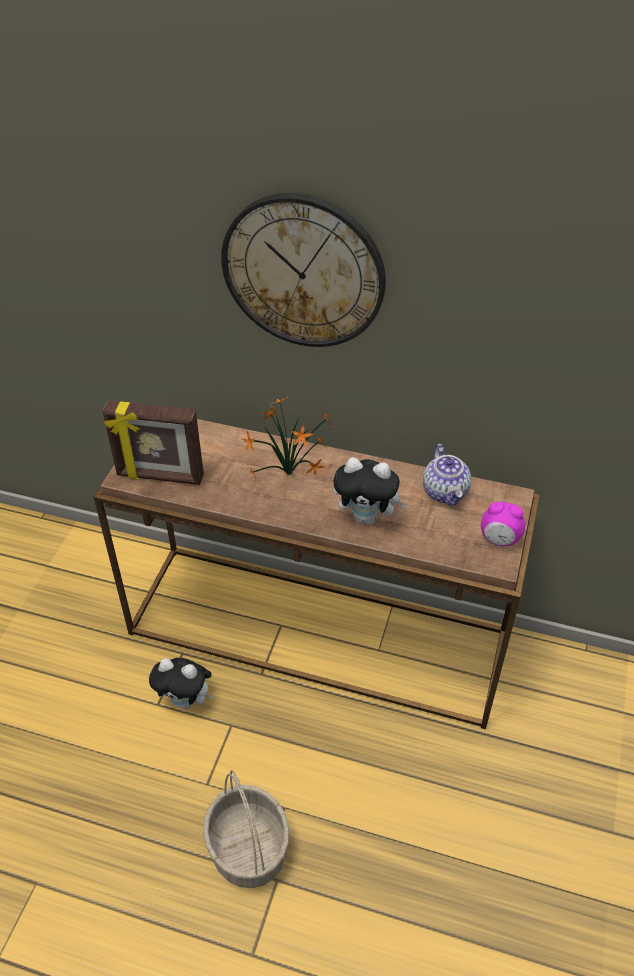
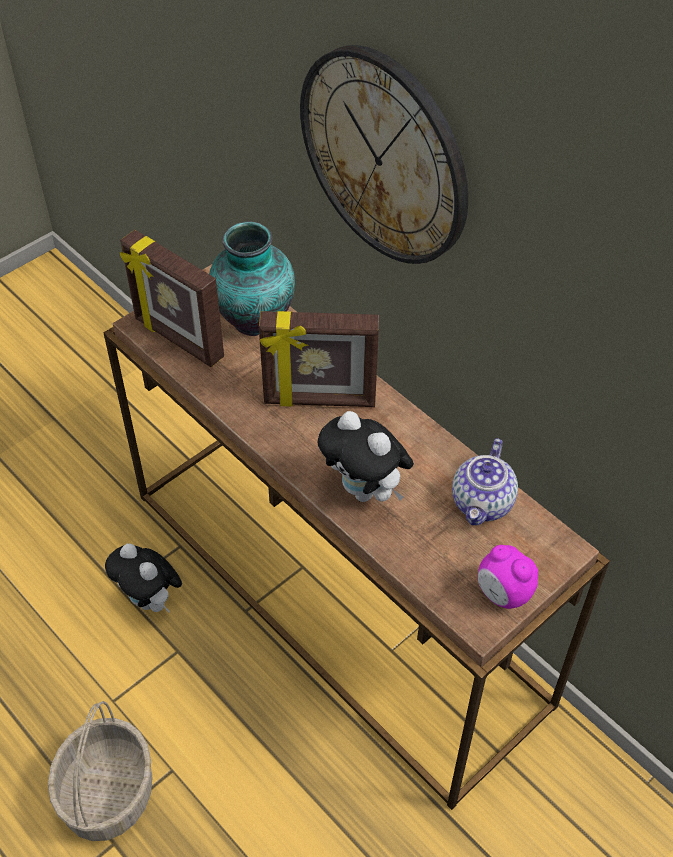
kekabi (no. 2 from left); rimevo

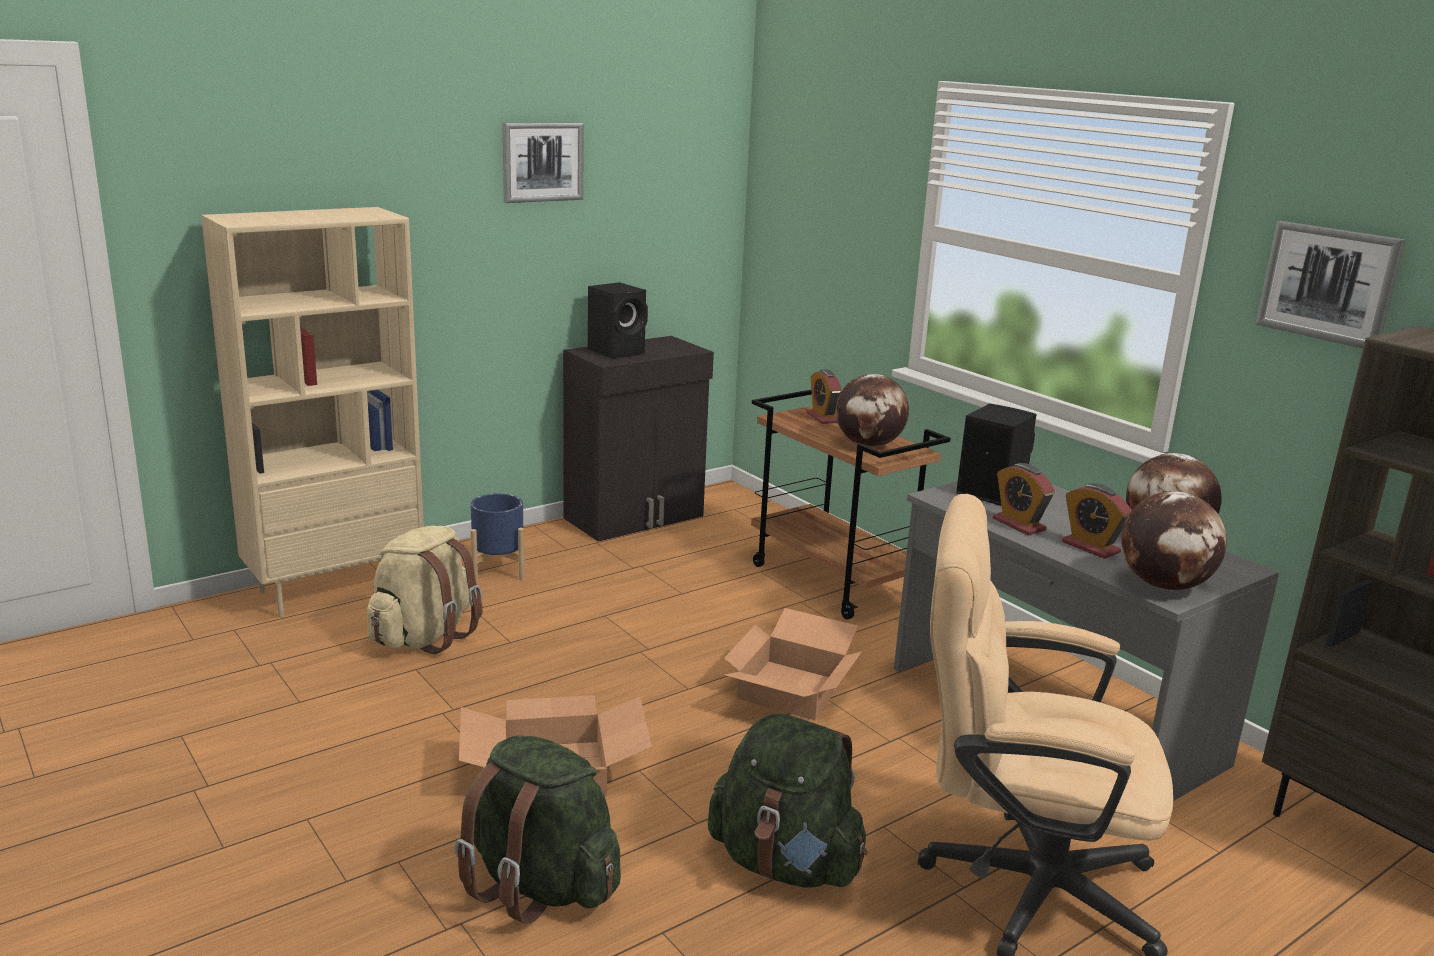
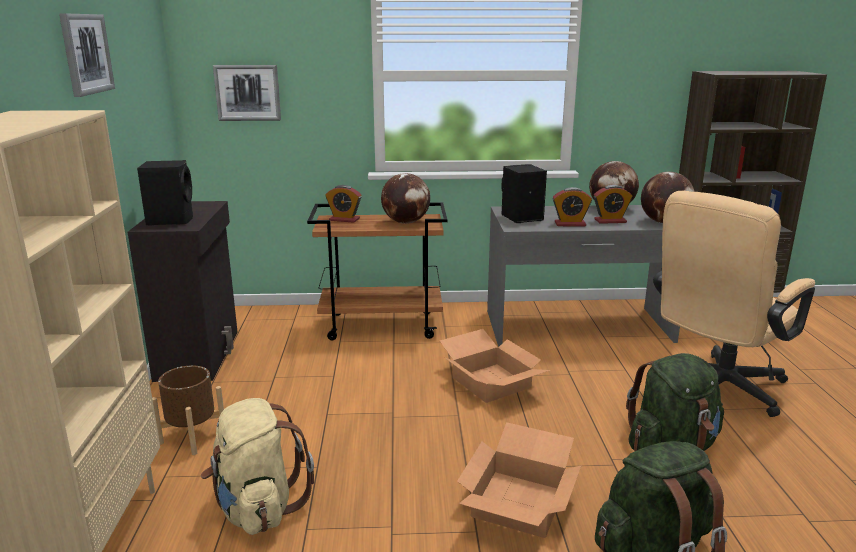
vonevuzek (no. 2 from left); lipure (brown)

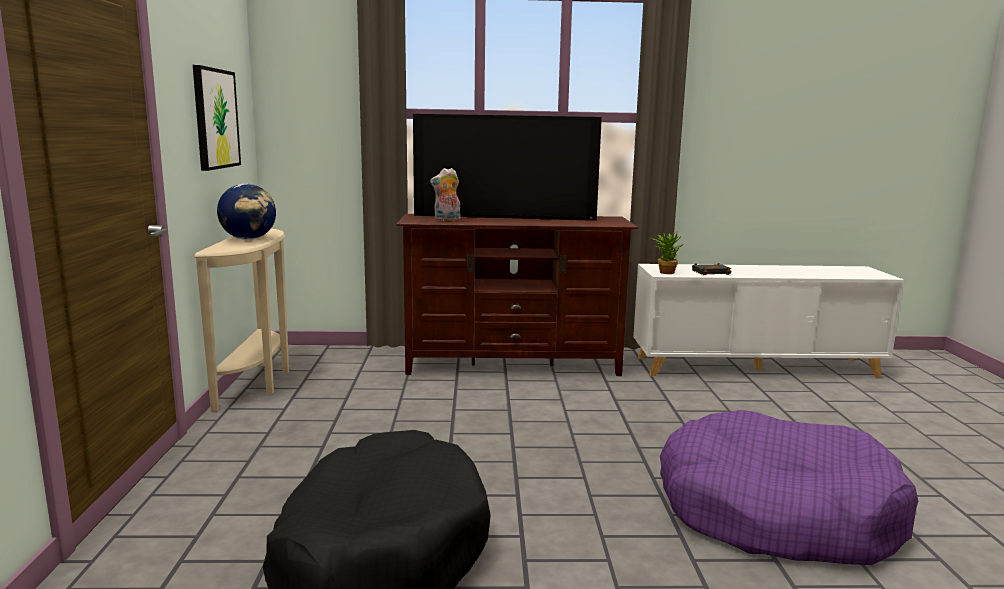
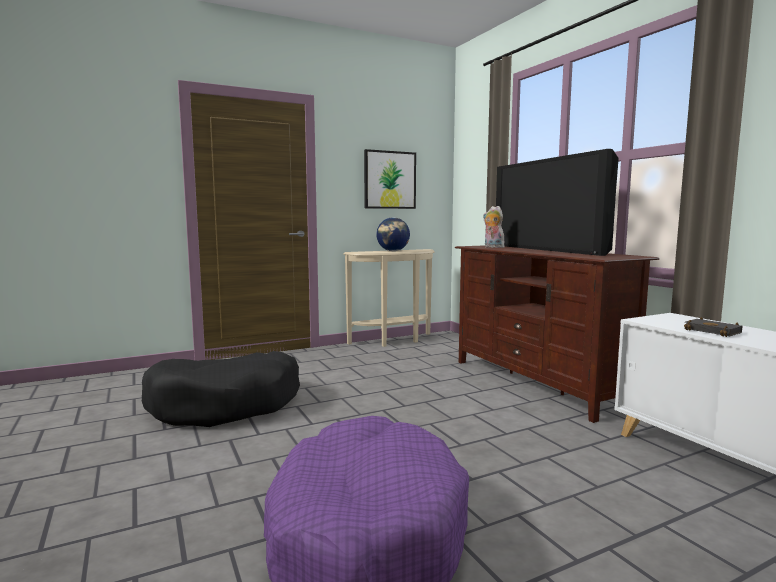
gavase

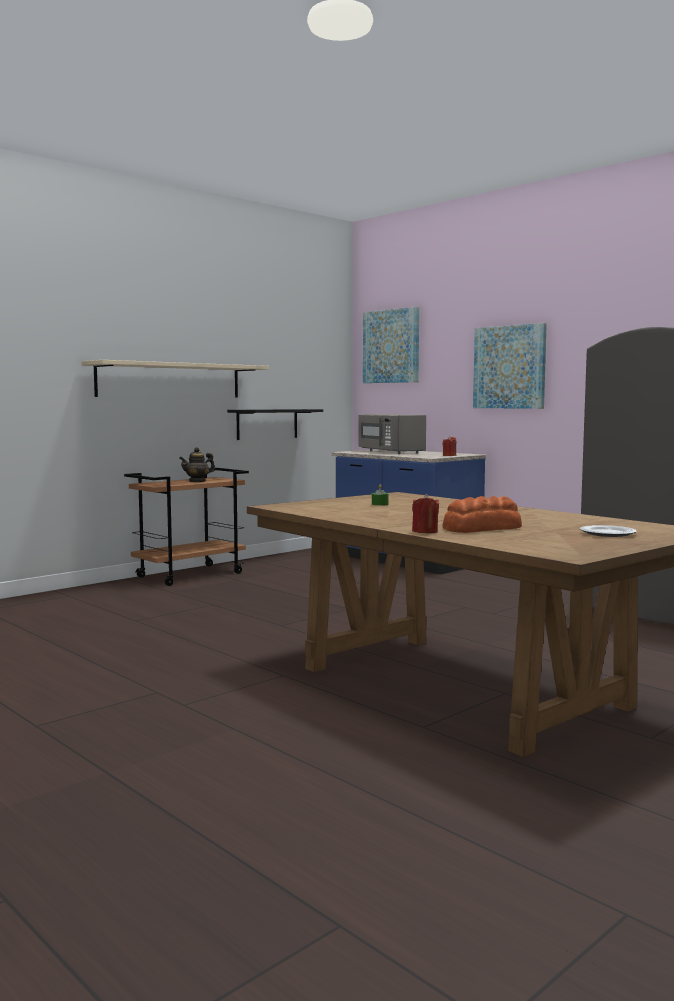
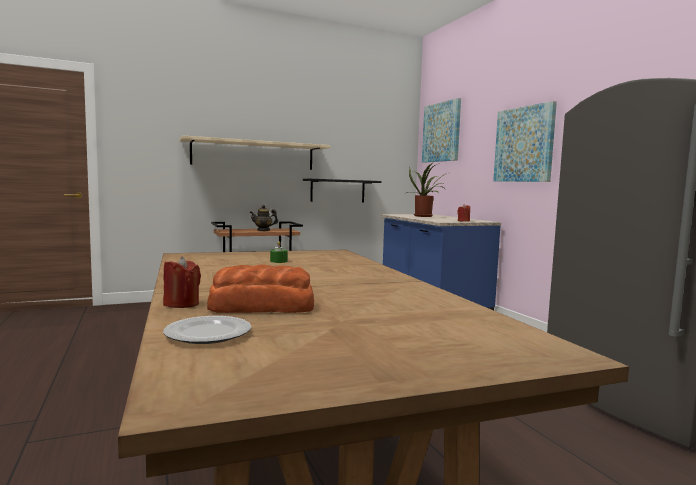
gavase; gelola

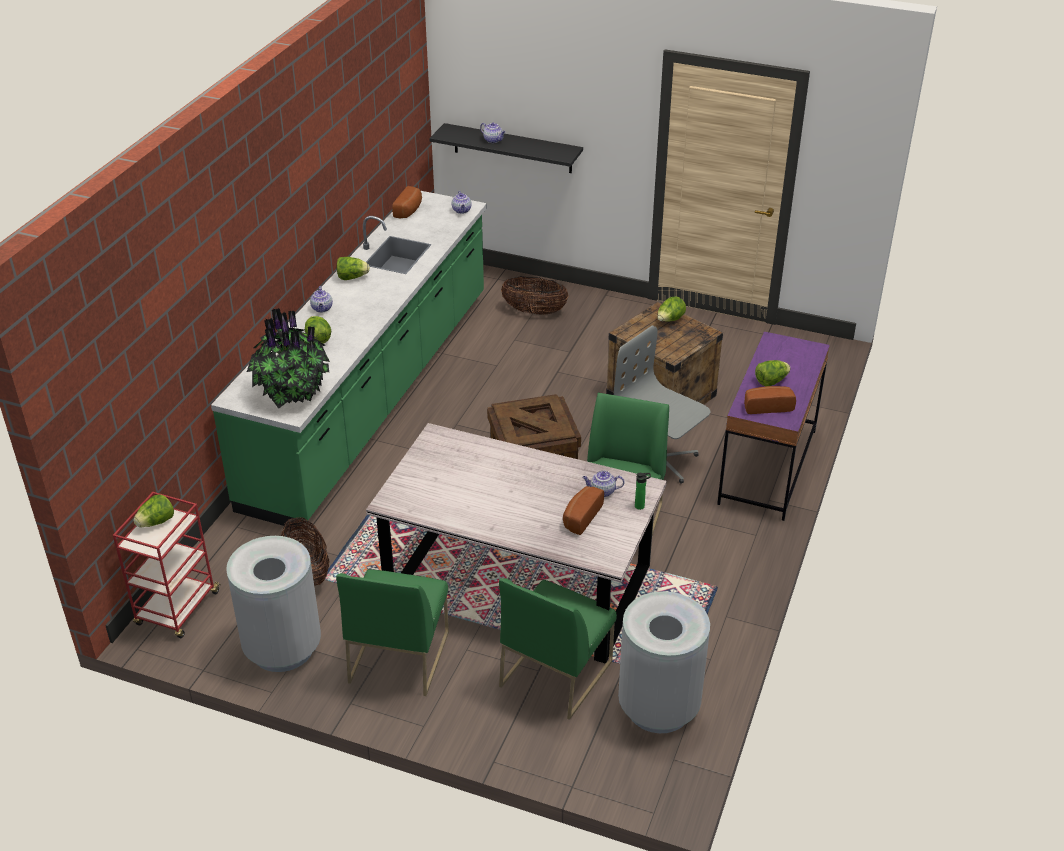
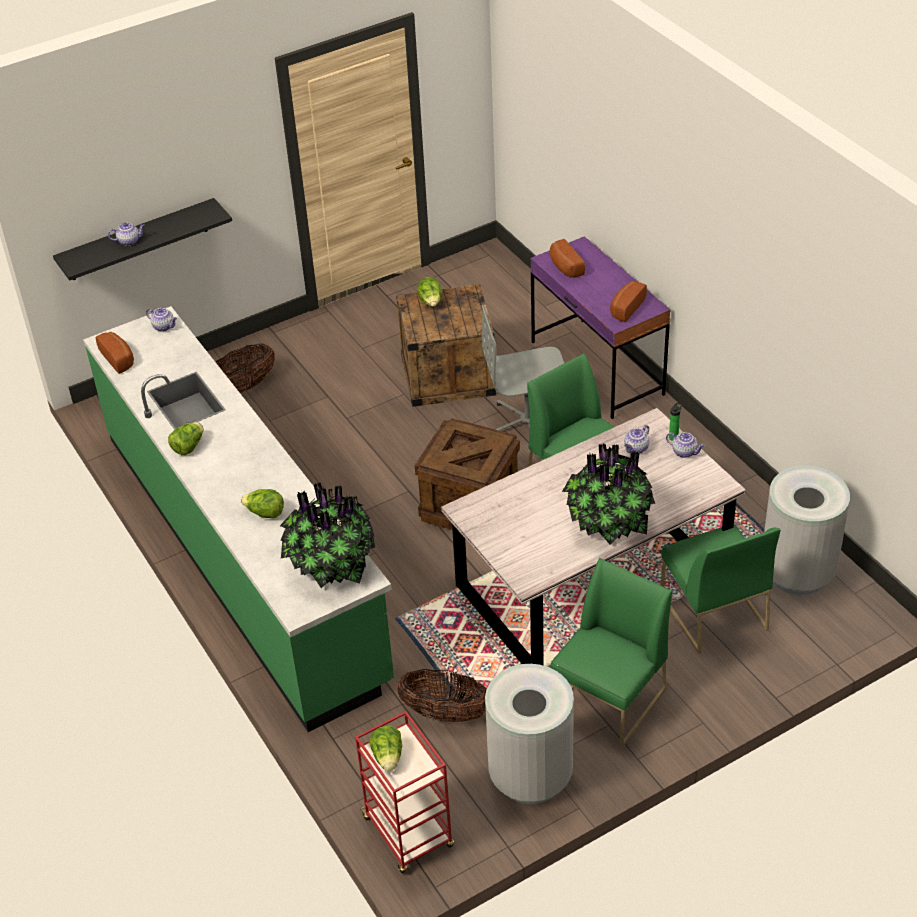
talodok (no. 4 from left); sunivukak (no. 5 from left in the first image); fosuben (no. 2 from left); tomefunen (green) (no. 2 from left); gavase (no. 2 from left)

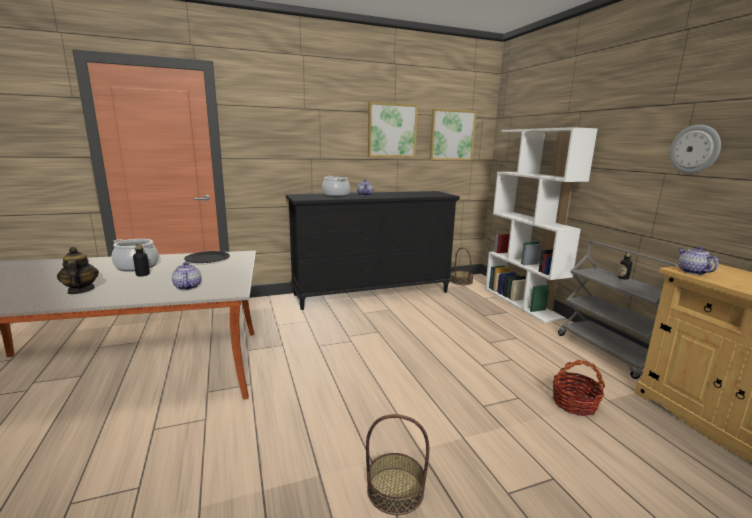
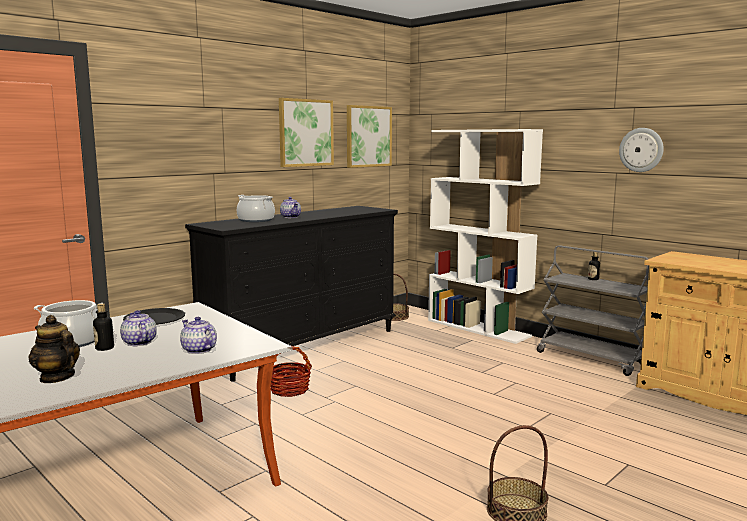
talodok (no. 2 from left); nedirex (no. 1 from left)

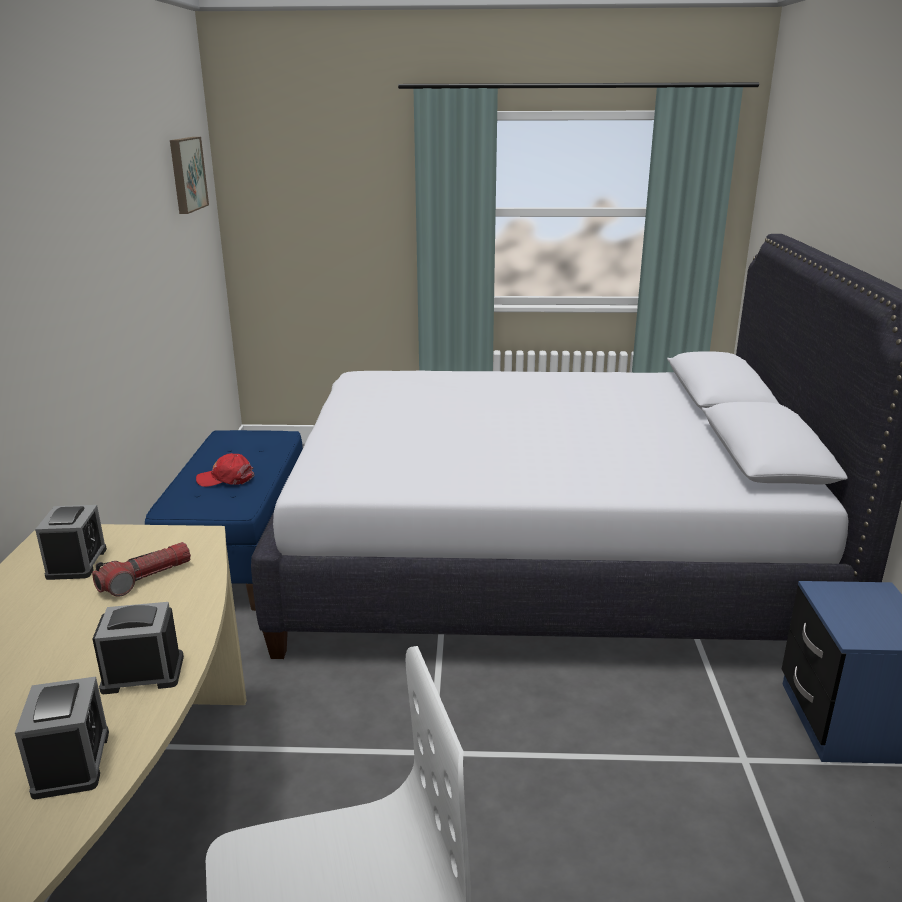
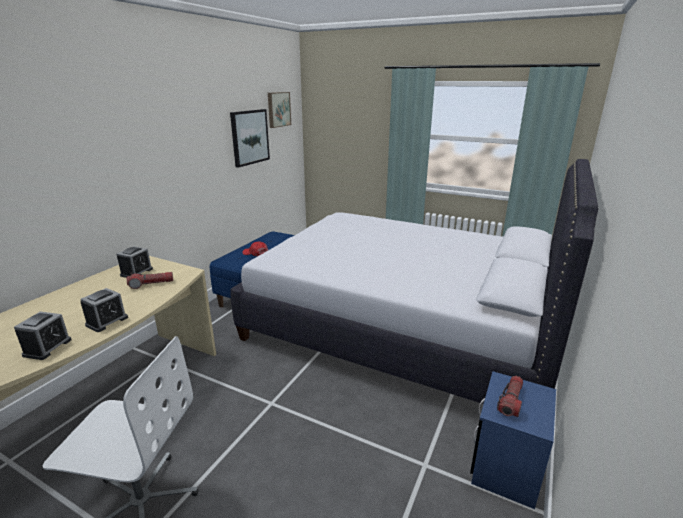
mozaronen (no. 2 from left); vonevuzek (no. 1 from left); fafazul (no. 2 from left)

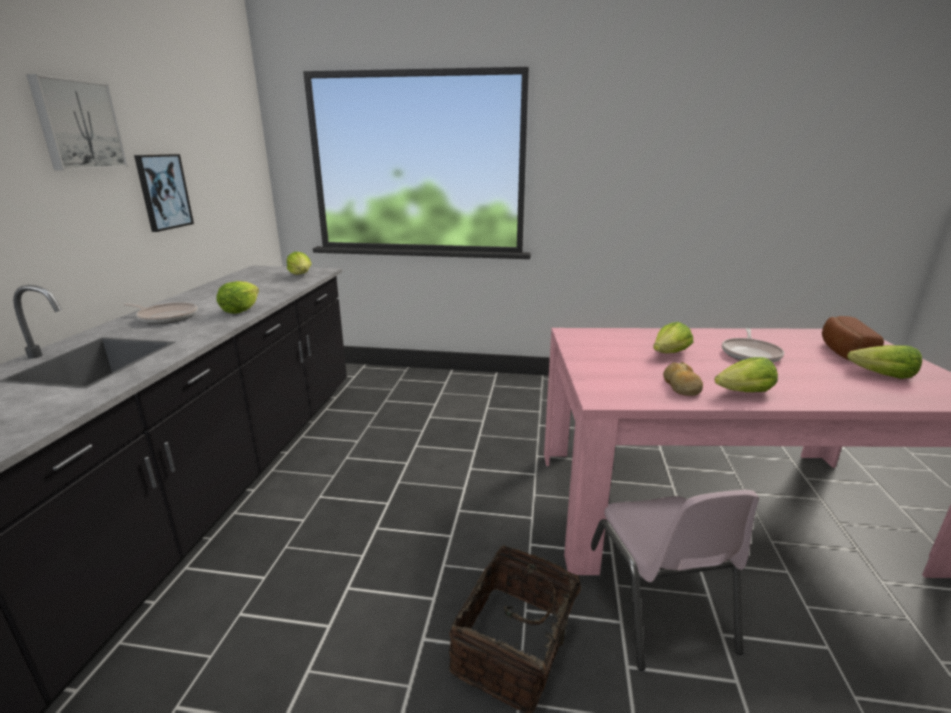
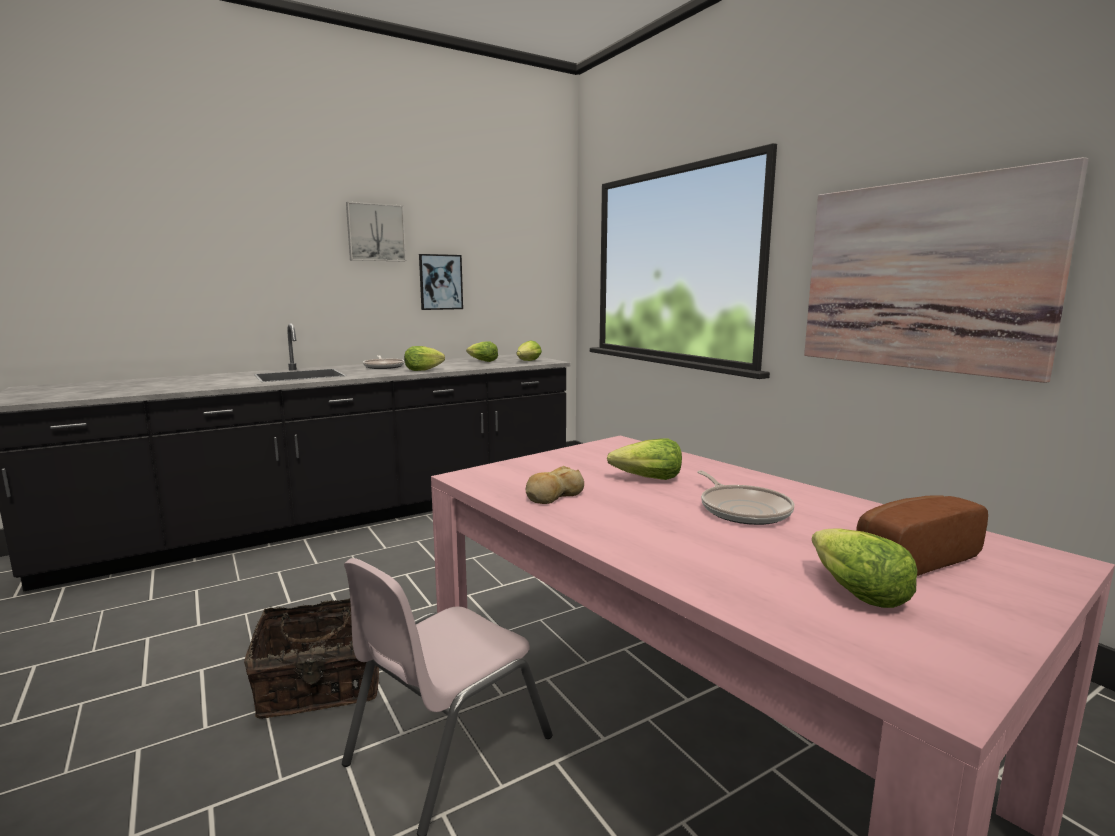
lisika (no. 2 from left); sunivukak (no. 2 from left); vonevuzek (no. 3 from left)

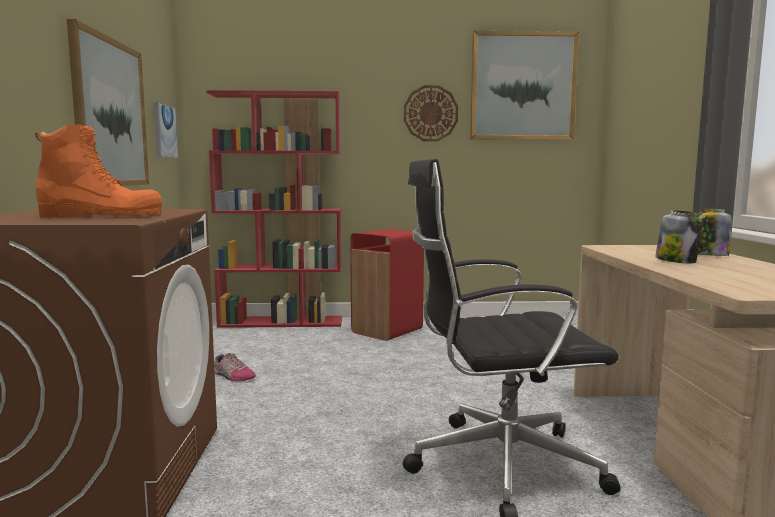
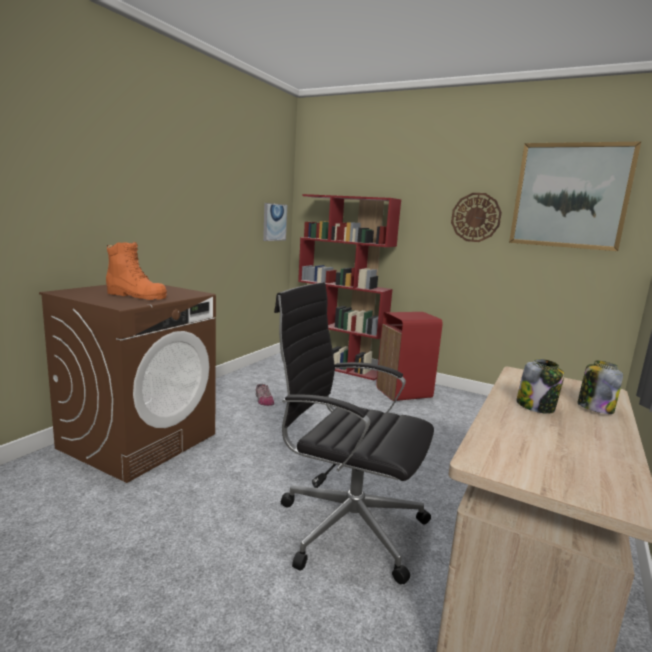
vonevuzek (no. 1 from left in the first image)

